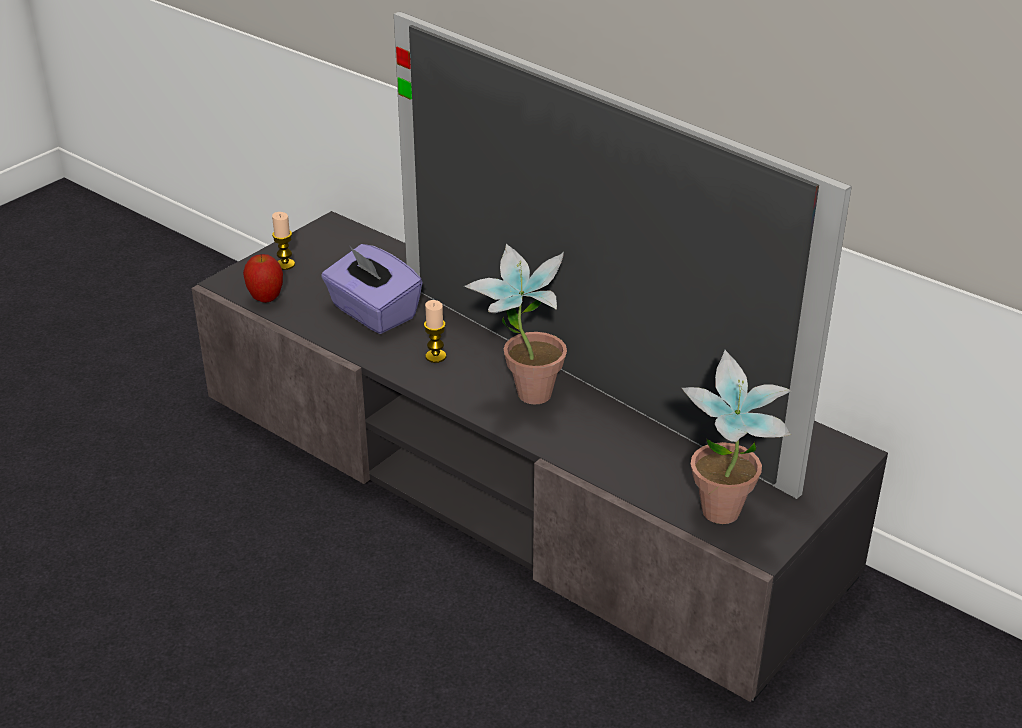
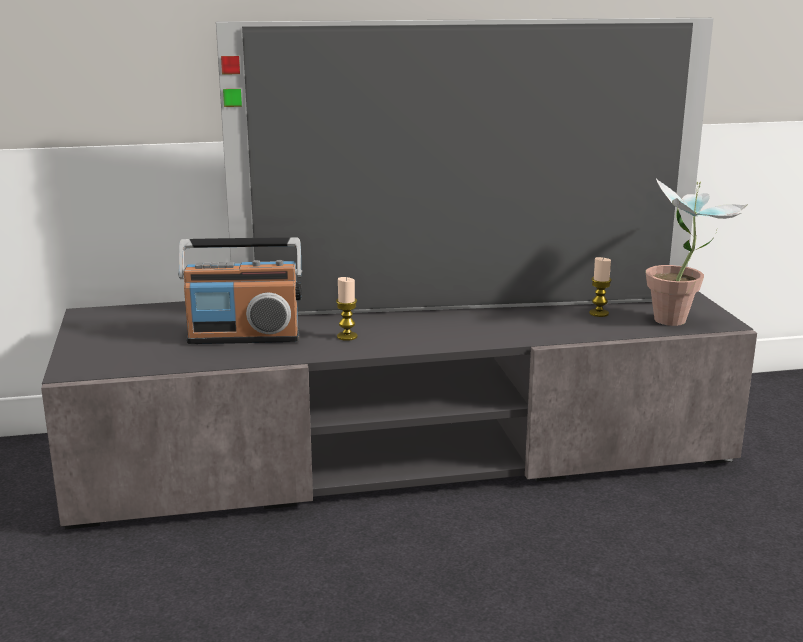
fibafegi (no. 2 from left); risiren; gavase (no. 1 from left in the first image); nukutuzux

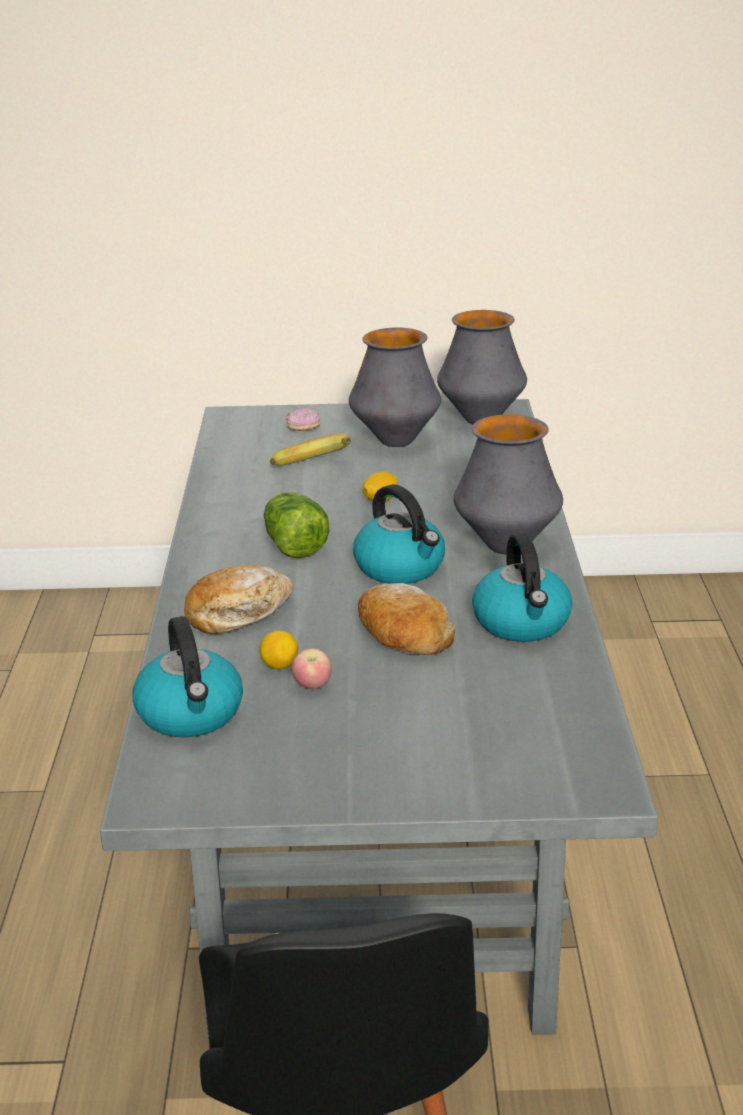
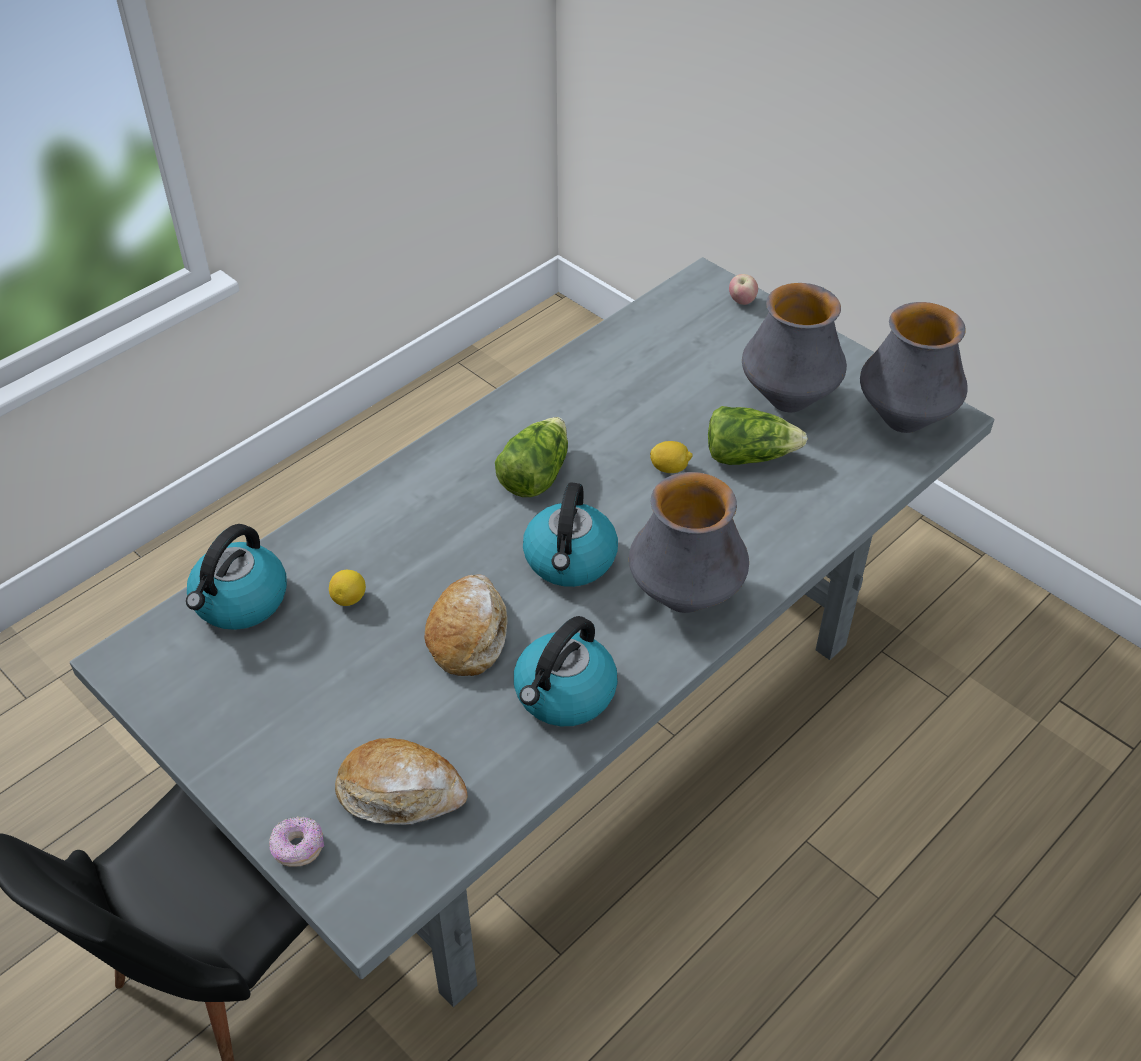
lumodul; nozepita; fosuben (no. 1 from left); nukutuzux; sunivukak (no. 2 from left)

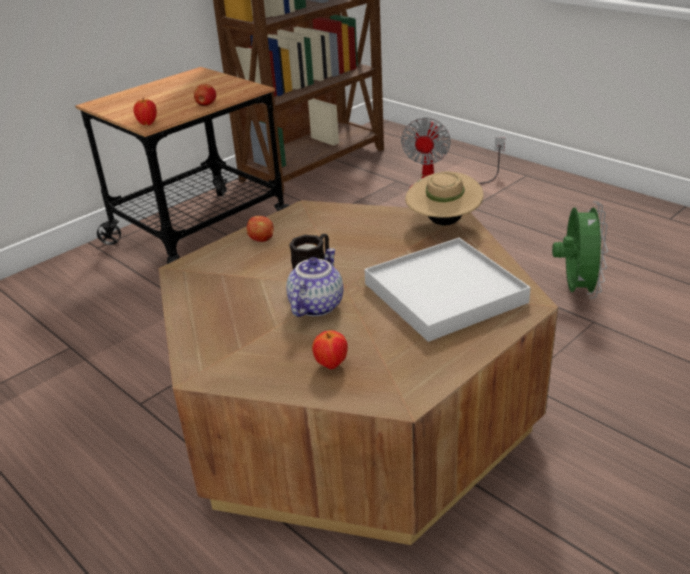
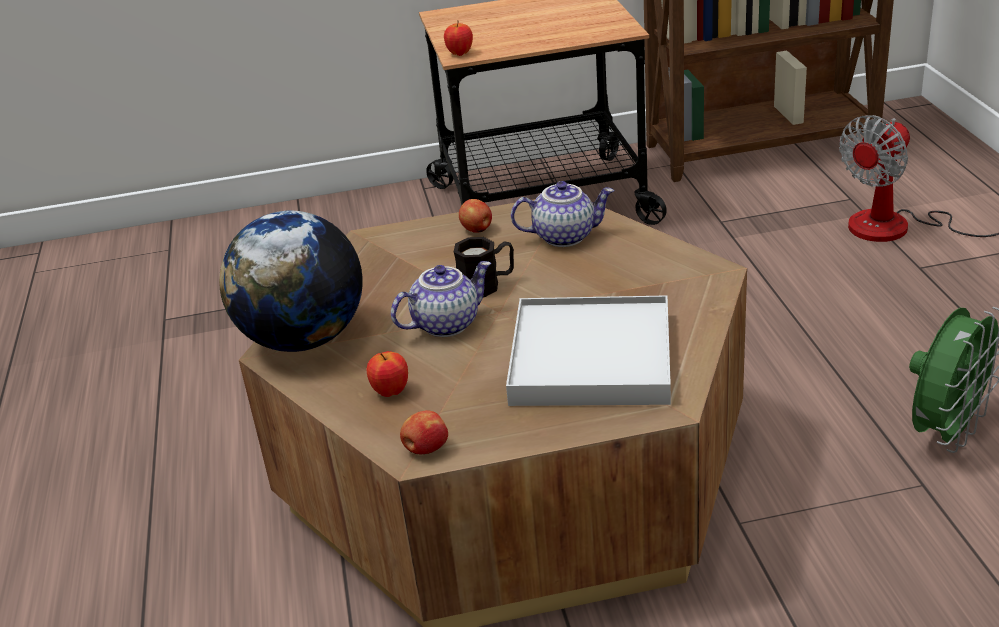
nukutuzux (no. 2 from left); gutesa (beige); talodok (no. 2 from left); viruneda

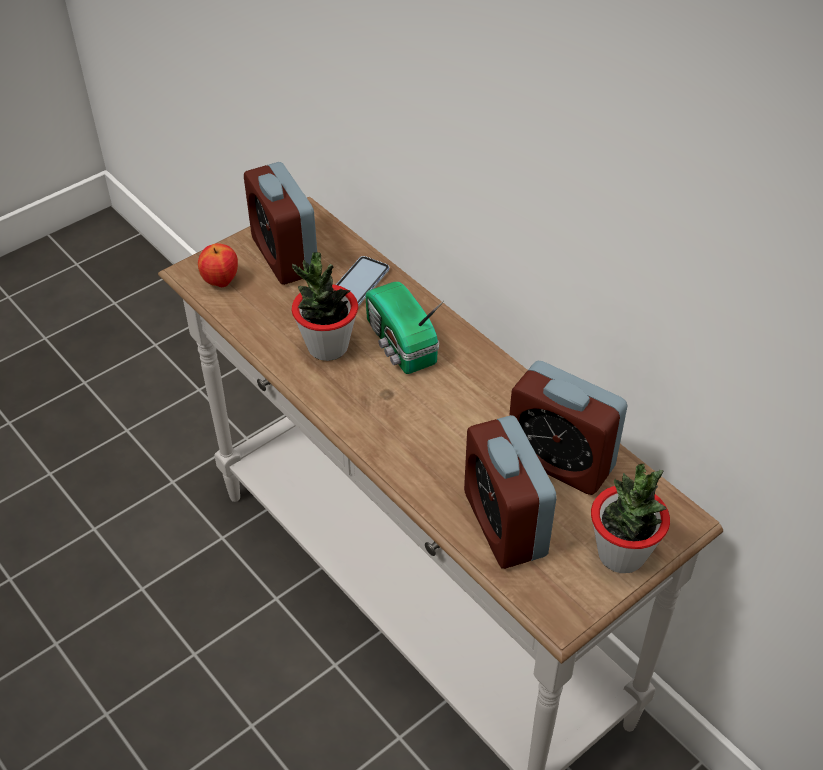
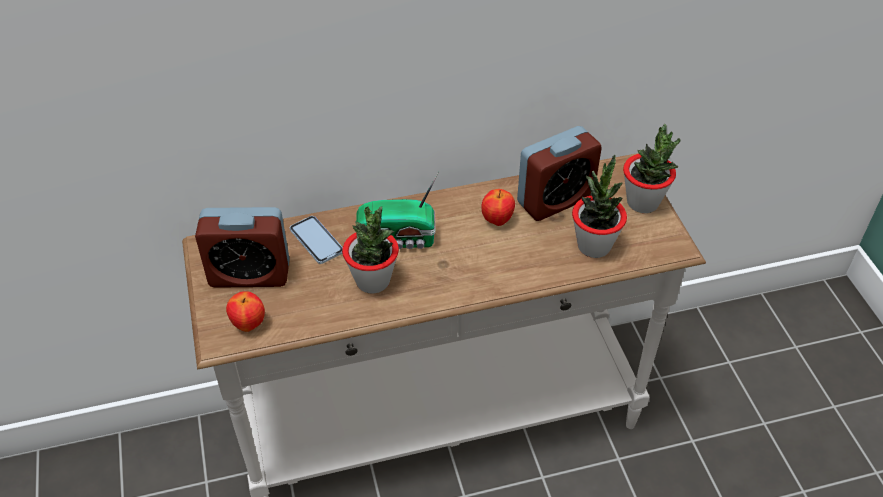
gavase (no. 2 from left); nukutuzux (no. 2 from left)

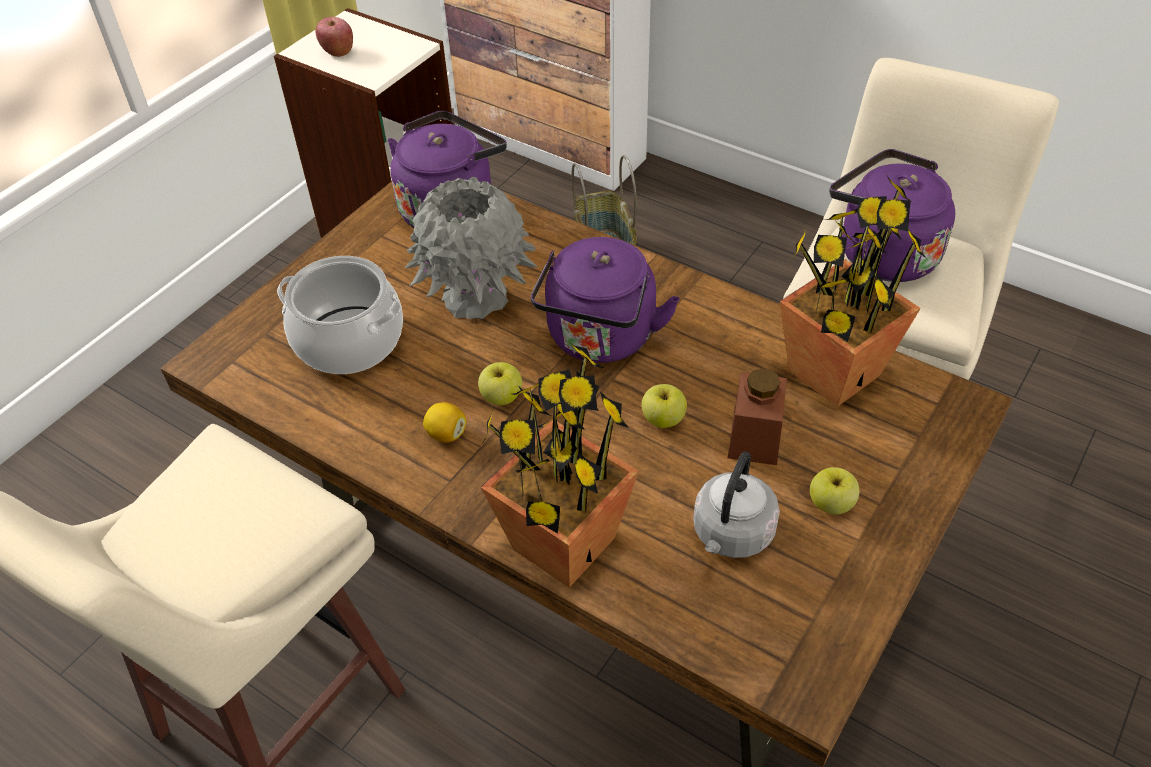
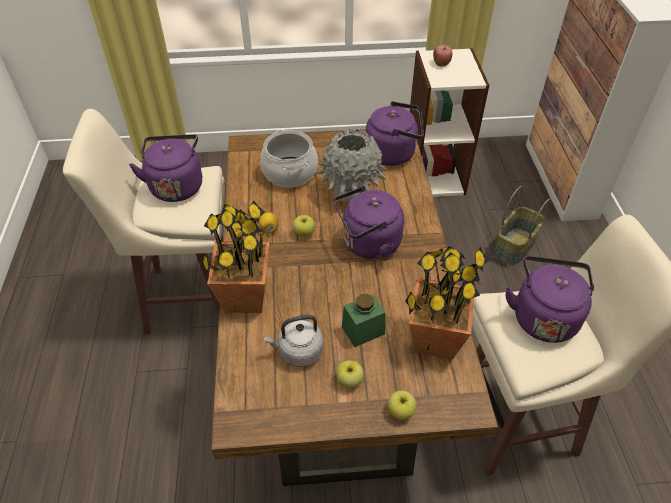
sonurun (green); nukutuzux (no. 3 from left); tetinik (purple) (no. 1 from left)

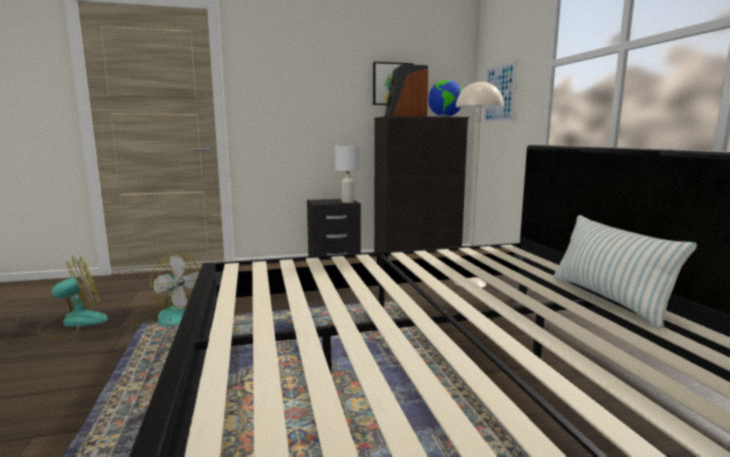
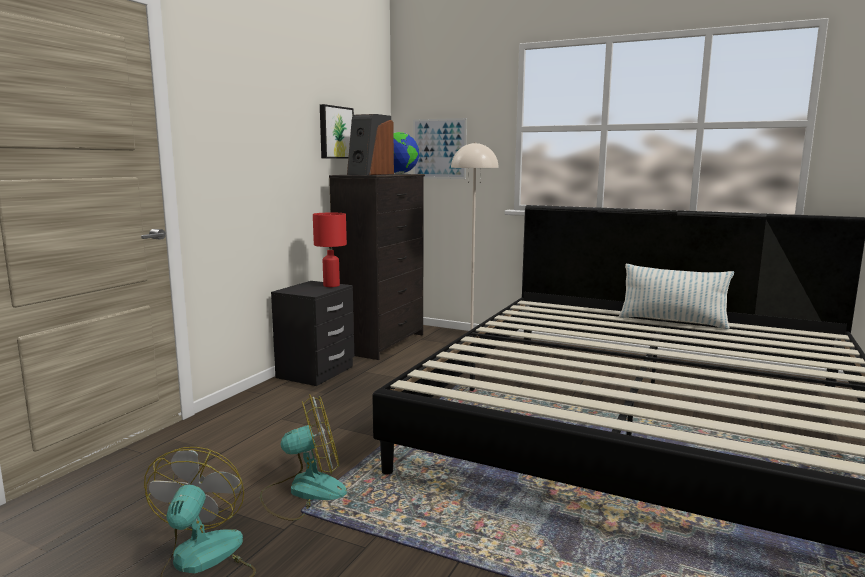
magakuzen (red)

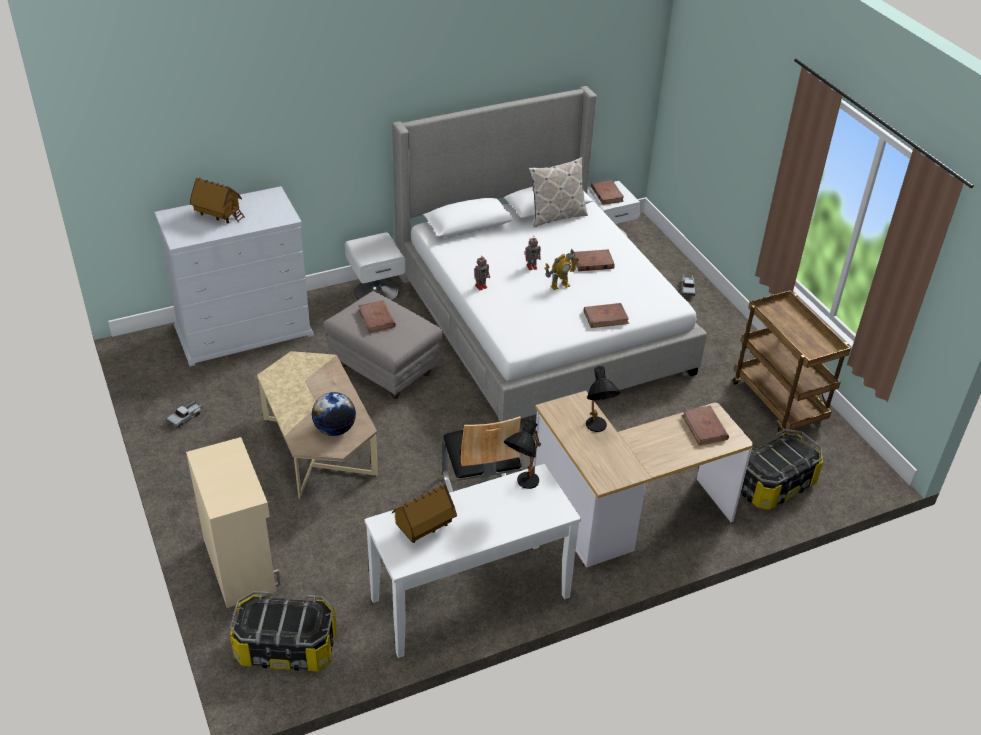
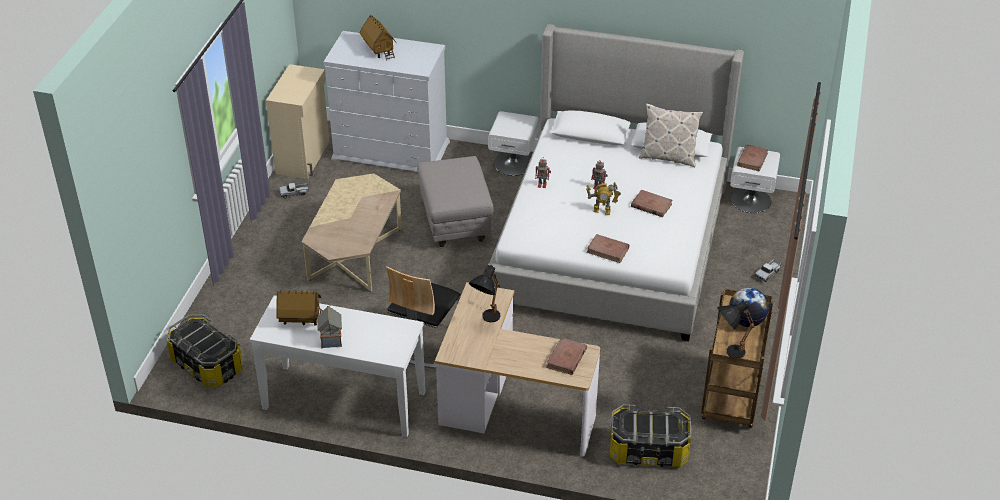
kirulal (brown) (no. 1 from left in the first image); viruneda; magakuzen (black) (no. 2 from left); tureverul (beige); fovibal (no. 2 from left)

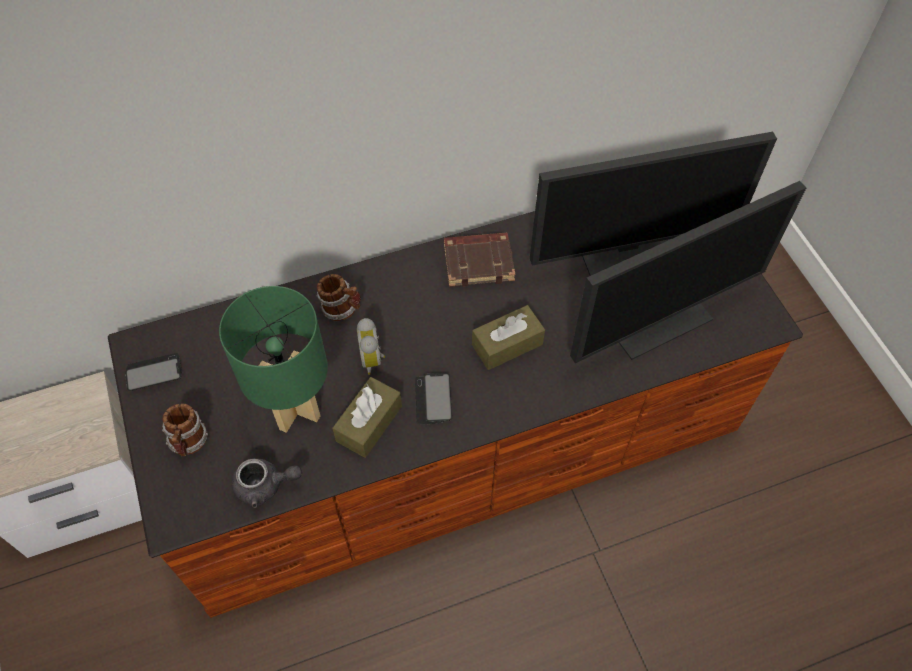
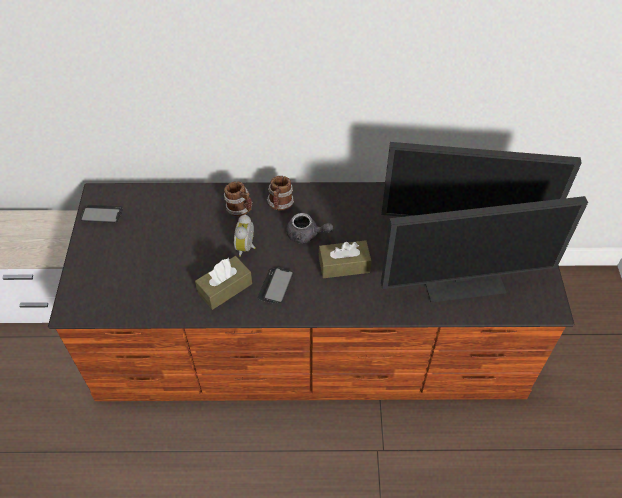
kirulal (brown); magakuzen (green); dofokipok (no. 2 from left); talodok (grey)

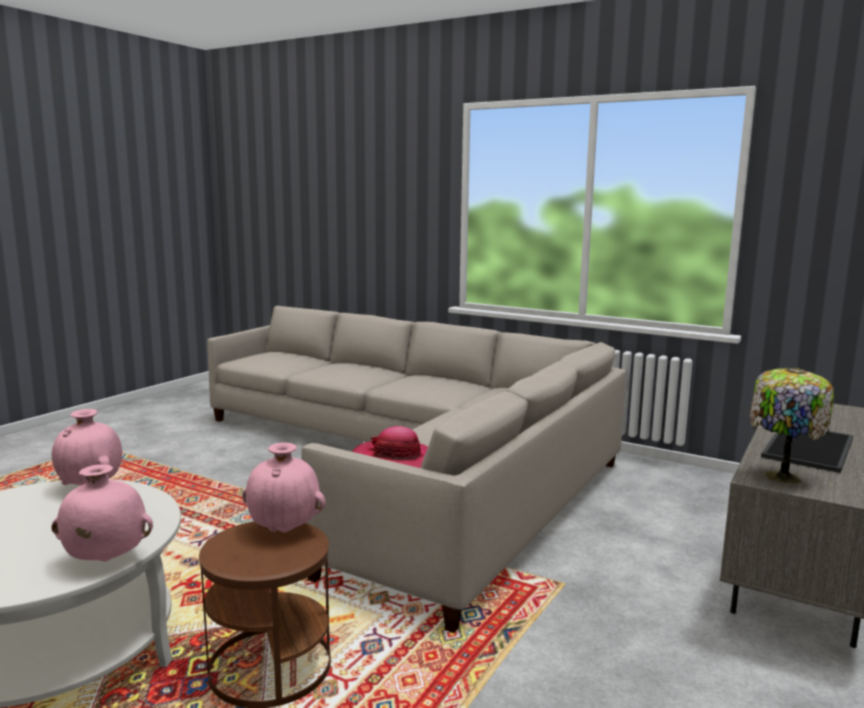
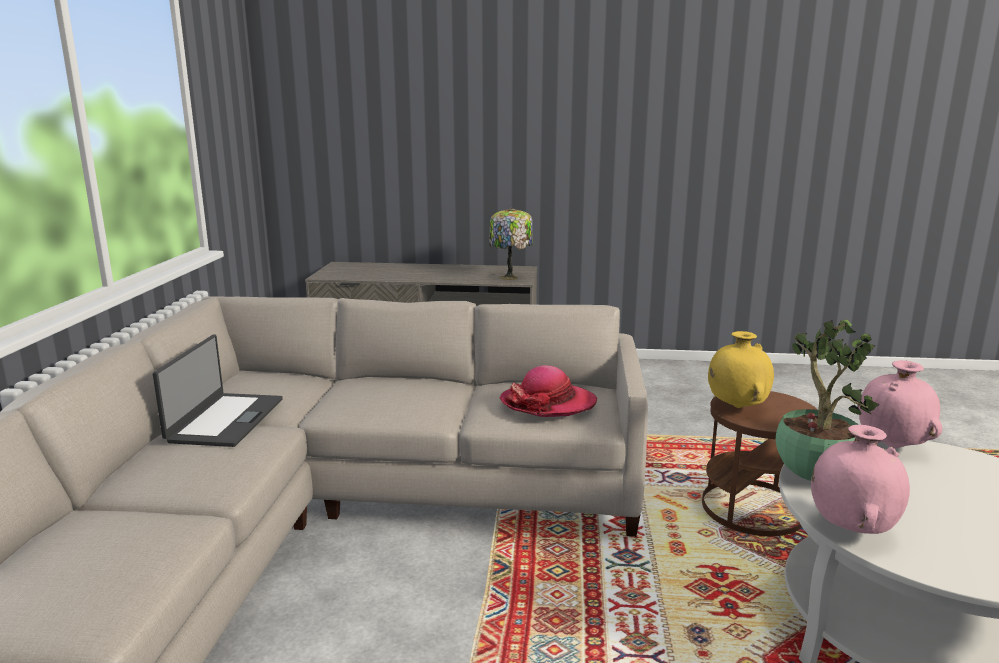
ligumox; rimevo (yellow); gavase; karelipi

